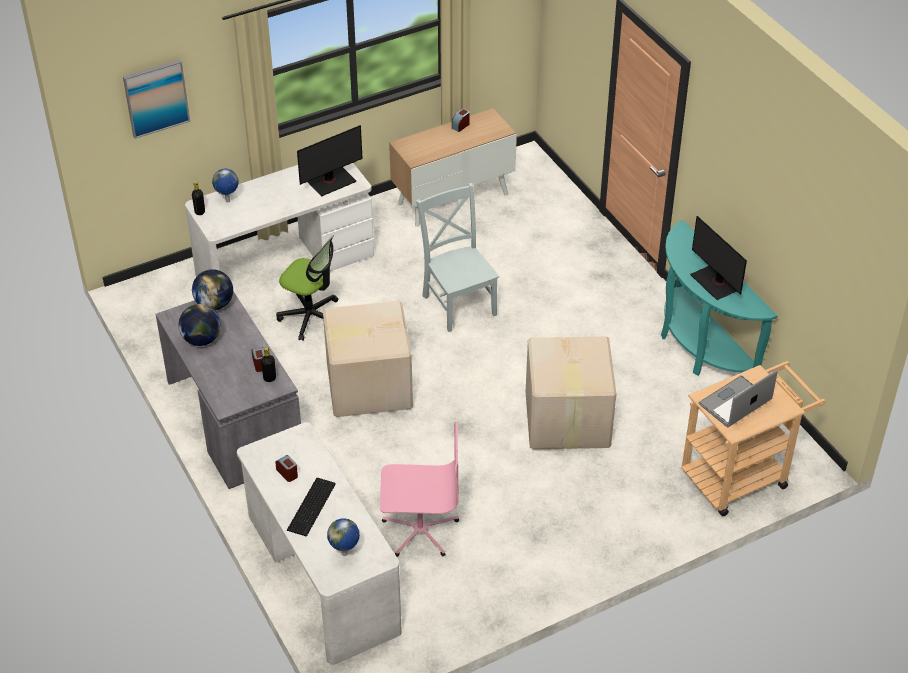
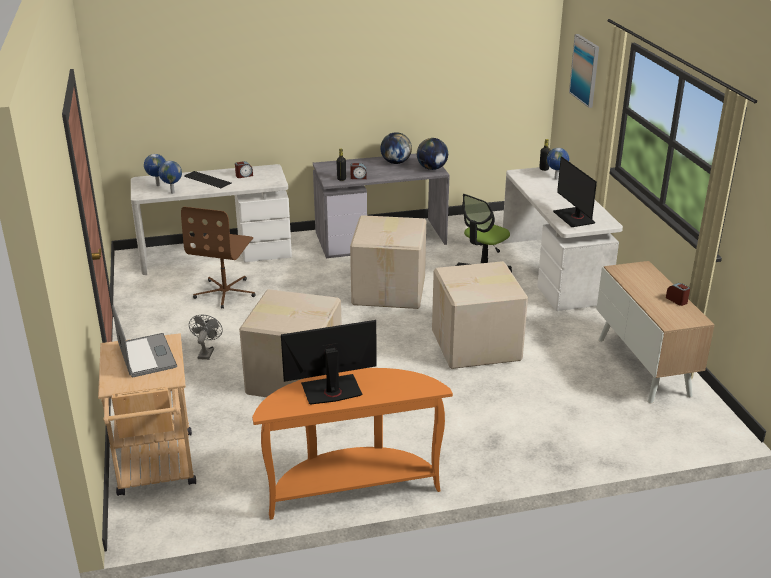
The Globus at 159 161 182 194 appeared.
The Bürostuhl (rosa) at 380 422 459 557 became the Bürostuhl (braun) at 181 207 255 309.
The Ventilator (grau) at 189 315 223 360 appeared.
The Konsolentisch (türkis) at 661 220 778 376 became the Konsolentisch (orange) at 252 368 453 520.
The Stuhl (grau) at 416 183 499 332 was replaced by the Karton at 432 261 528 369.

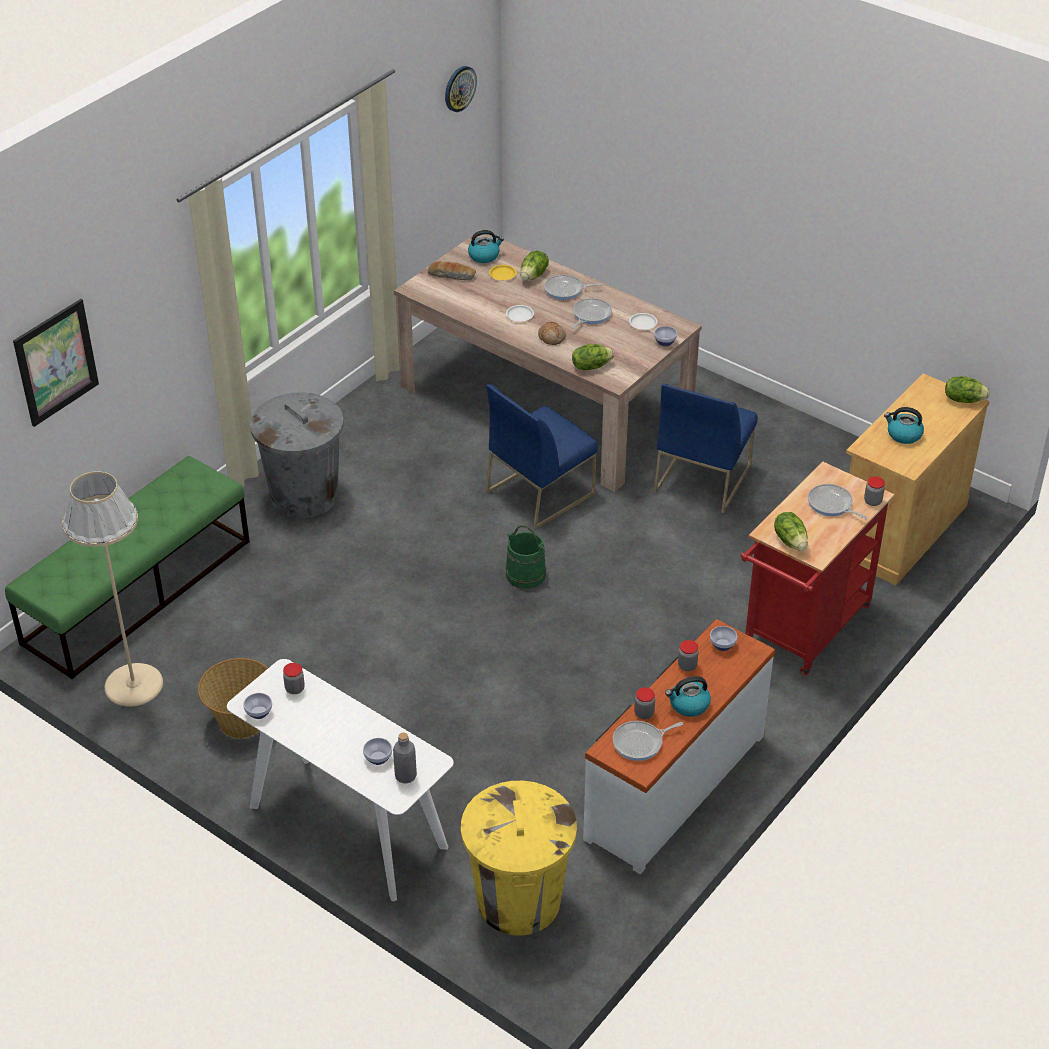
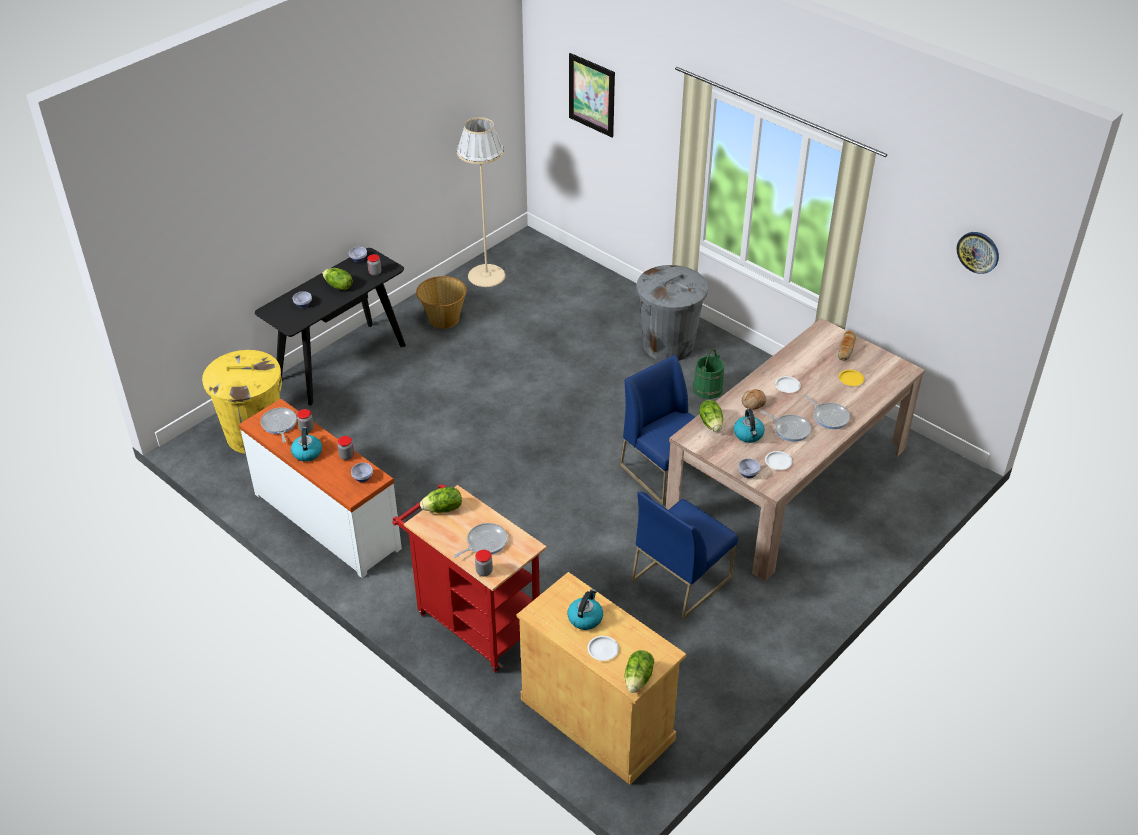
The Konsolentisch (weiß) at 227 659 454 901 became the Konsolentisch (schwarz) at 255 248 406 406.
The Salatkopf moved from 520 251 549 281 to 323 268 353 290.
The Teller (weiß) at 588 636 619 661 appeared.
The Stuhl (blau) at 654 384 758 514 turned 75 degrees counterclockwise.
The Eimer (grün) moved from 505 525 546 589 to 693 349 724 399.
The Wasserkessel moved from 468 230 504 263 to 734 409 765 443.
The Pfanne at 544 275 603 300 turned 135 degrees clockwise.
The Bank (grün) at 5 456 250 679 disappeared.
The Flasche (grau) at 393 732 417 784 disappeared.

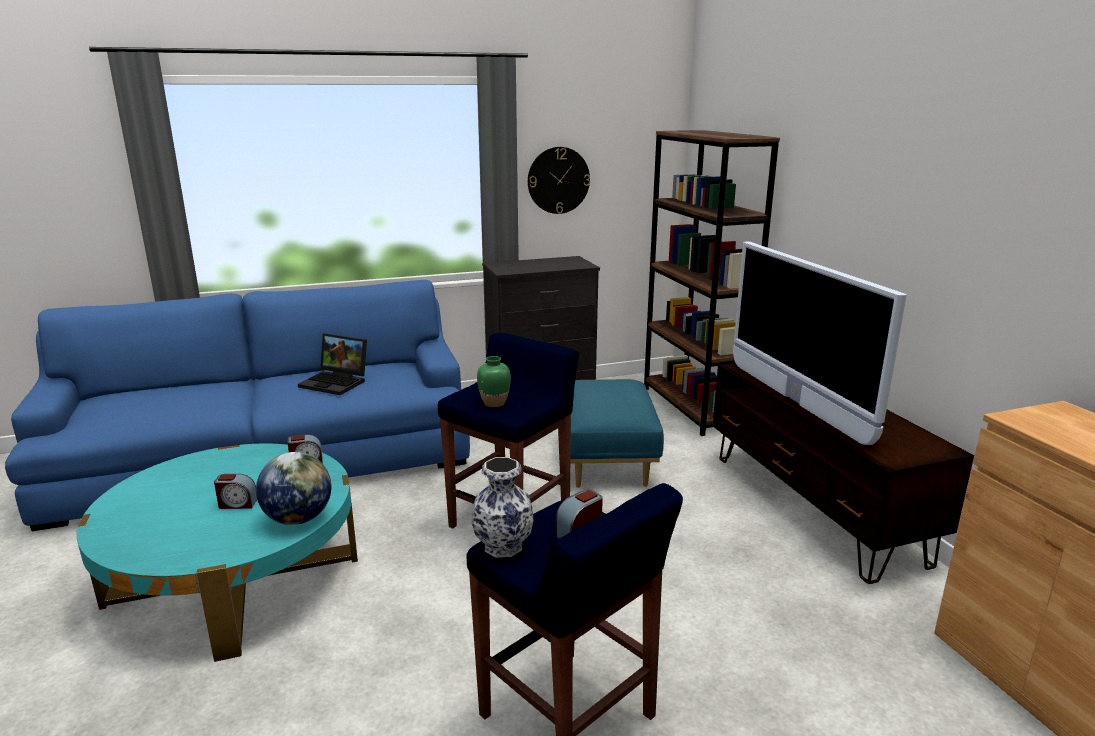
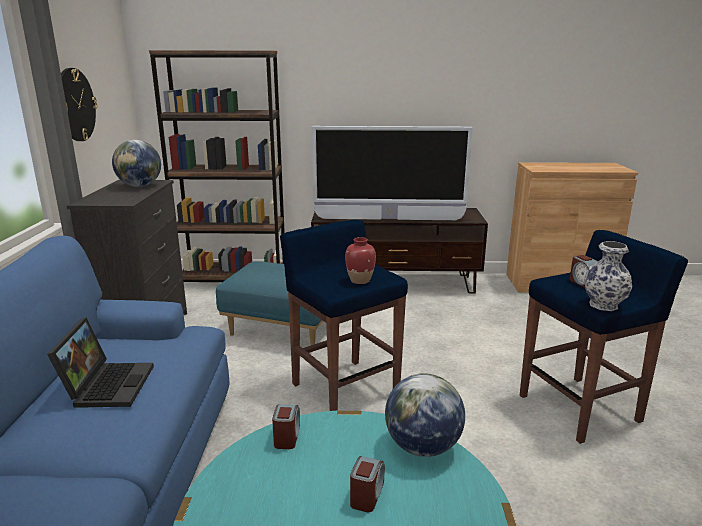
The Laptop at 298 333 367 395 turned 45 degrees counterclockwise.
The Globus at 112 140 161 187 appeared.
The Vase (grün) at 477 356 511 407 became the Vase (rot) at 345 237 376 284.

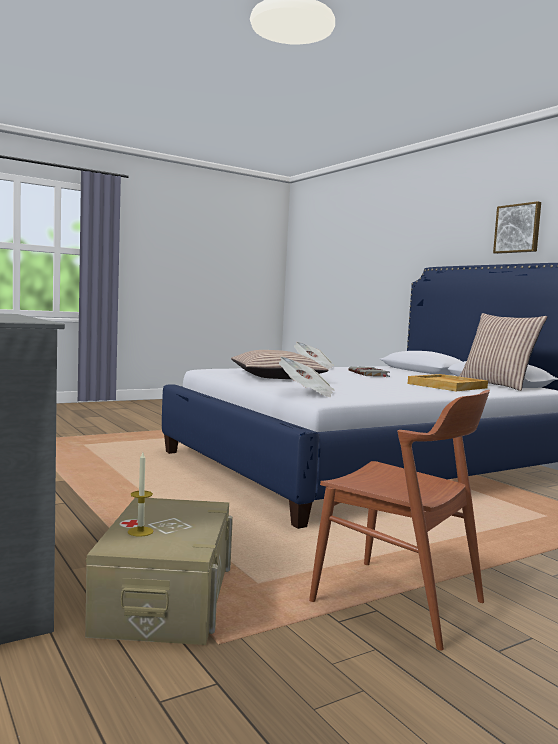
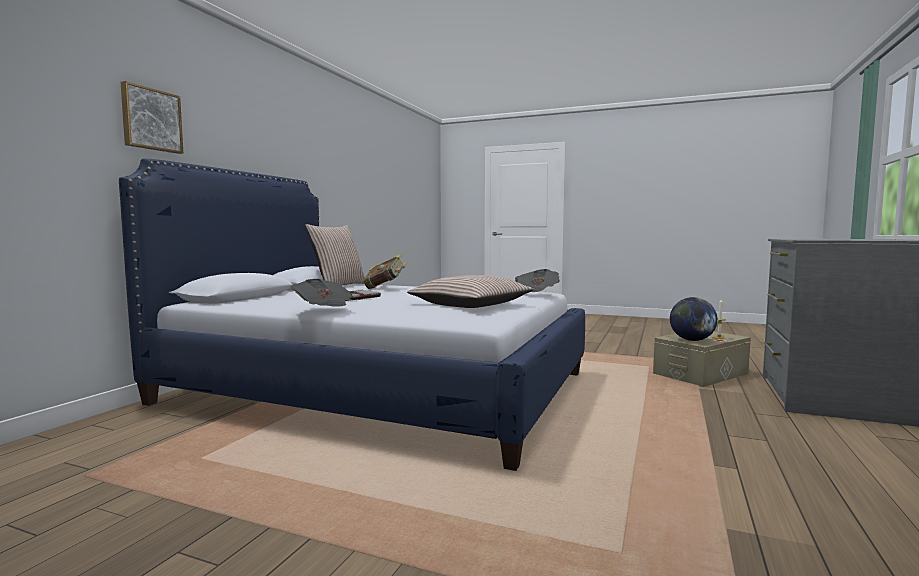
The Bild moved from 493 201 541 254 to 120 81 183 154.
The Tablett (beige) at 408 374 488 391 was replaced by the Buch at 363 254 407 289.
The Globus at 670 297 718 341 appeared.
The Stuhl (braun) at 309 390 490 650 disappeared.

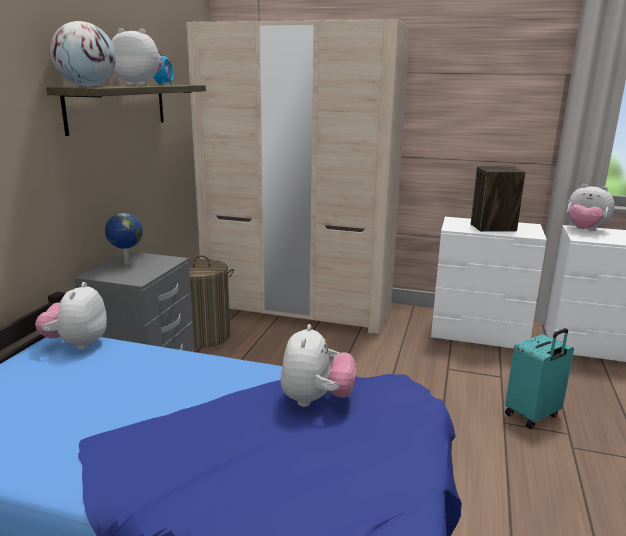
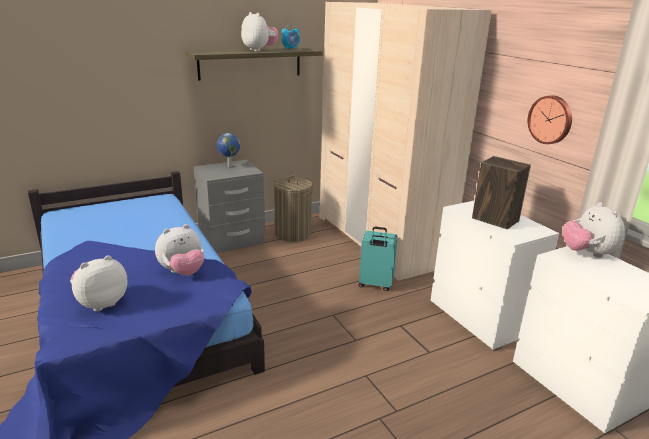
The Plüschtier moved from 35 282 107 350 to 70 255 128 311.
The Koffer (türkis) moved from 505 328 574 429 to 359 227 398 291.
The Wanduhr at 528 95 572 144 appeared.
The Globus at 50 21 116 87 disappeared.

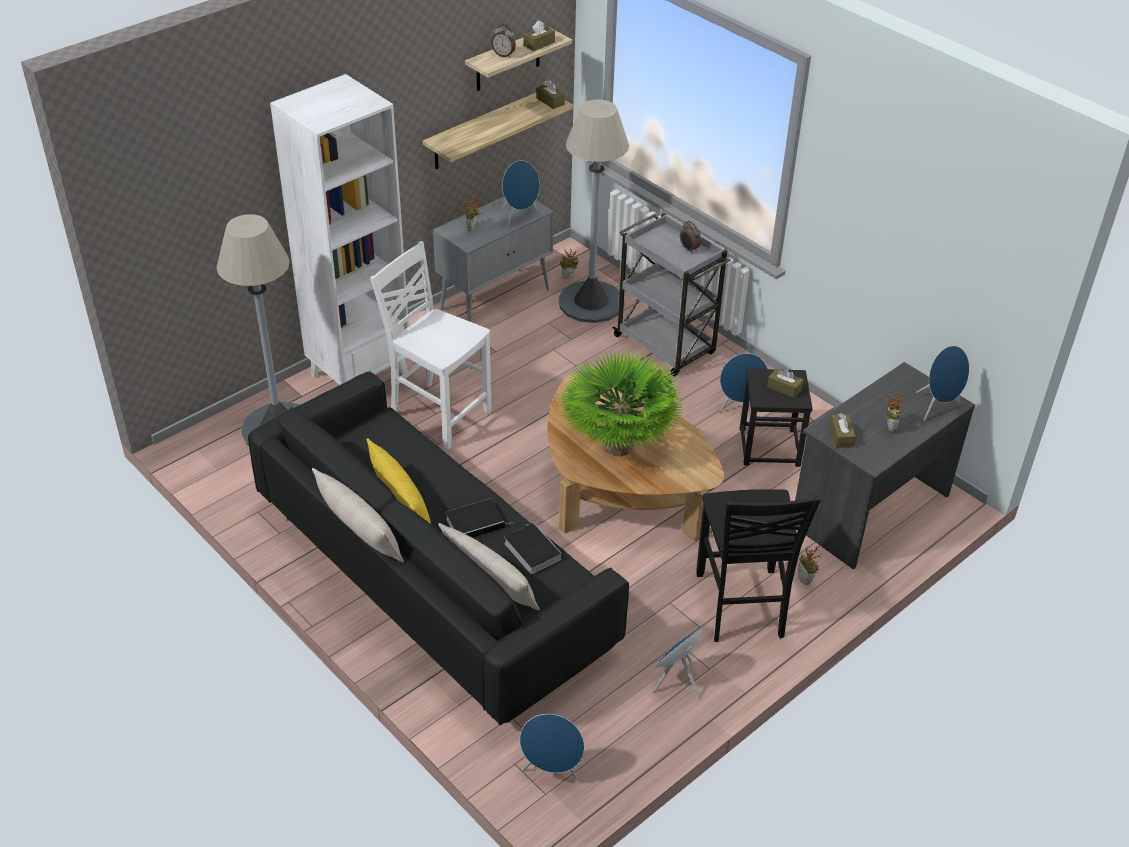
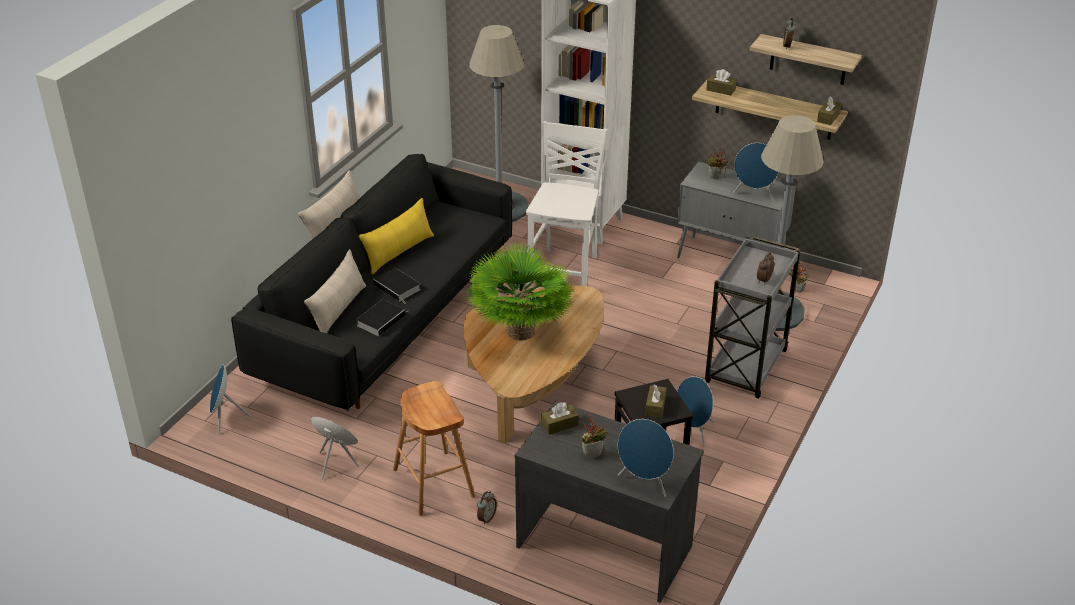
The Stuhl (schwarz) at 696 489 821 642 was replaced by the Hocker (braun) at 393 381 475 516.
The Topfpflanze at 798 546 823 585 was replaced by the Wecker at 477 491 497 524.
The Taschentuchbox (braun) moved from 523 20 555 51 to 706 69 737 95.

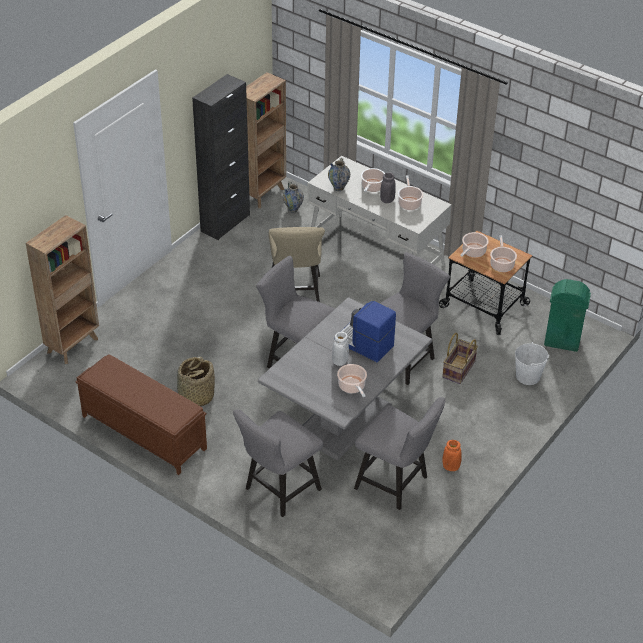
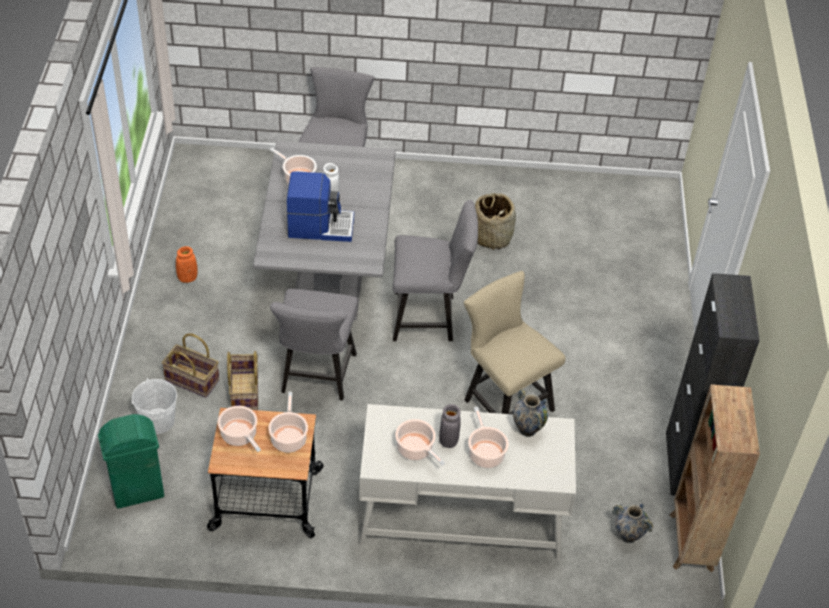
The Korb at 162 333 220 398 appeared.
The Bücherregal (braun) at 26 215 99 364 disappeared.
The Bank (braun) at 76 354 207 475 disappeared.
The Stuhl (grau) at 354 397 446 510 disappeared.

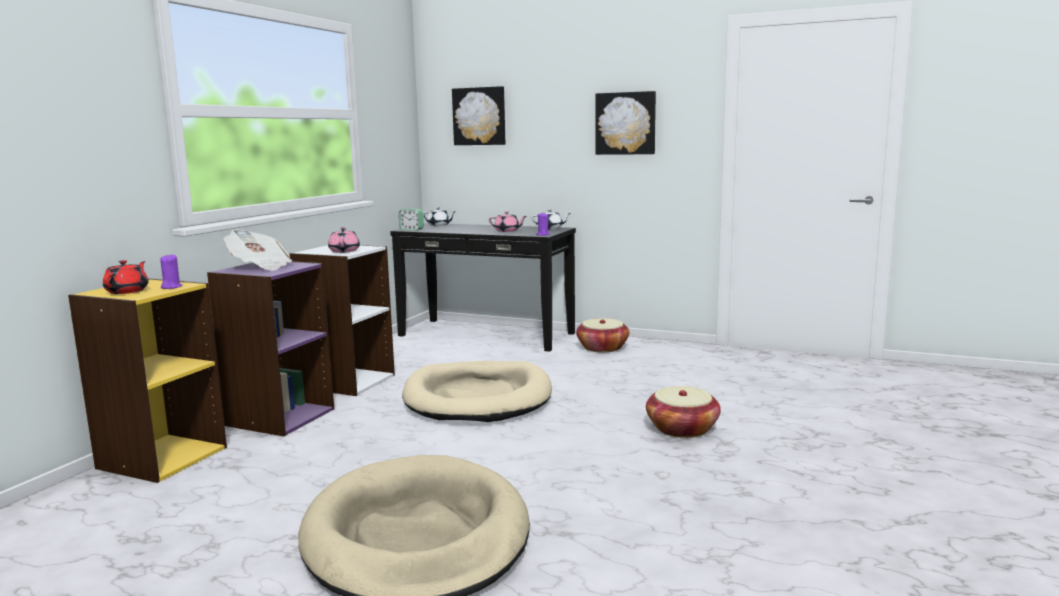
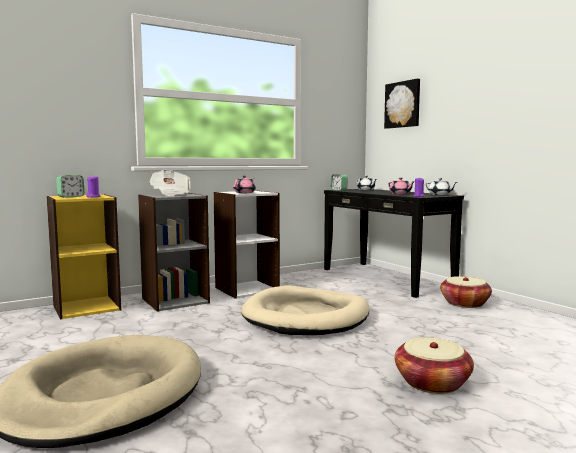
The Teekanne (rot) at 103 260 149 294 was replaced by the Wecker at 56 175 85 198.
The Bücherregal (lila) at 207 261 334 436 became the Bücherregal (grau) at 138 193 210 312.
The Bild at 595 91 656 155 disappeared.

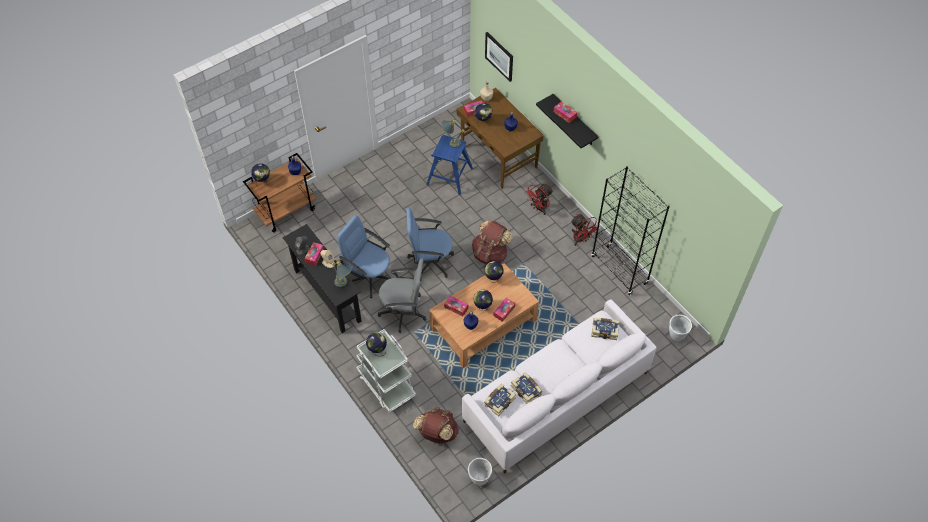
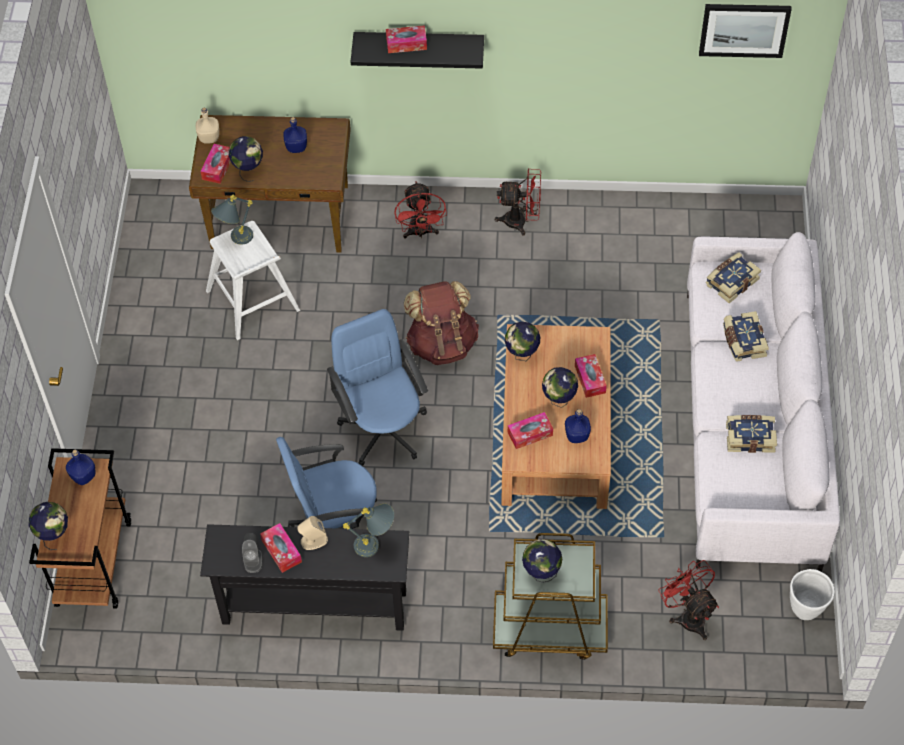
The Hocker (blau) at 427 135 473 195 became the Hocker (weiß) at 206 221 300 340.
The Bürostuhl (blau) at 406 208 454 278 turned 120 degrees clockwise.
The Rollwagen (weiß) at 356 329 416 412 became the Rollwagen (braun) at 493 533 608 660.
The Rucksack (braun) at 413 407 459 444 was replaced by the Ventilator (rot) at 658 560 719 640.
The Bild moved from 485 32 513 82 to 699 4 792 58.
The Buch moved from 484 384 516 417 to 723 311 769 362.
The Bürostuhl (grau) at 378 258 426 333 disappeared.
The Bücherregal (schwarz) at 591 166 670 295 disappeared.
The Pflanzkübel (weiß) at 669 315 692 341 disappeared.

